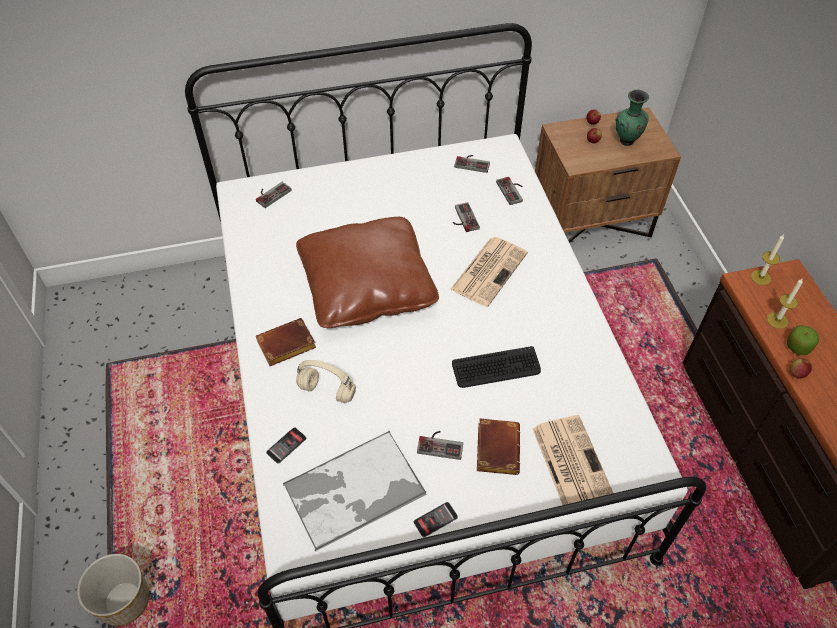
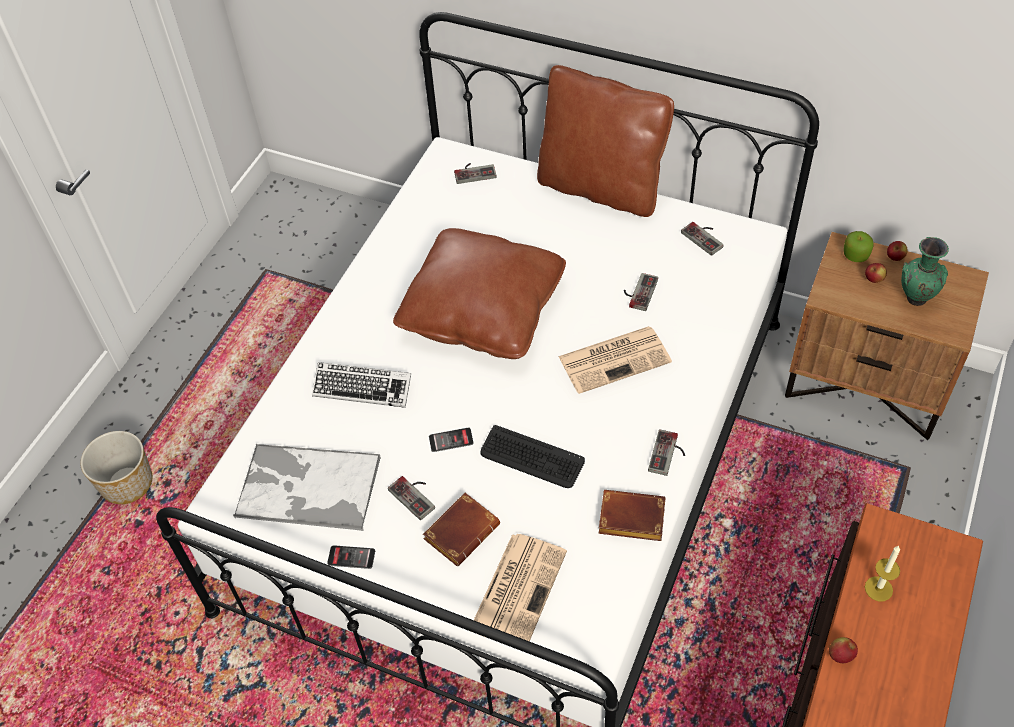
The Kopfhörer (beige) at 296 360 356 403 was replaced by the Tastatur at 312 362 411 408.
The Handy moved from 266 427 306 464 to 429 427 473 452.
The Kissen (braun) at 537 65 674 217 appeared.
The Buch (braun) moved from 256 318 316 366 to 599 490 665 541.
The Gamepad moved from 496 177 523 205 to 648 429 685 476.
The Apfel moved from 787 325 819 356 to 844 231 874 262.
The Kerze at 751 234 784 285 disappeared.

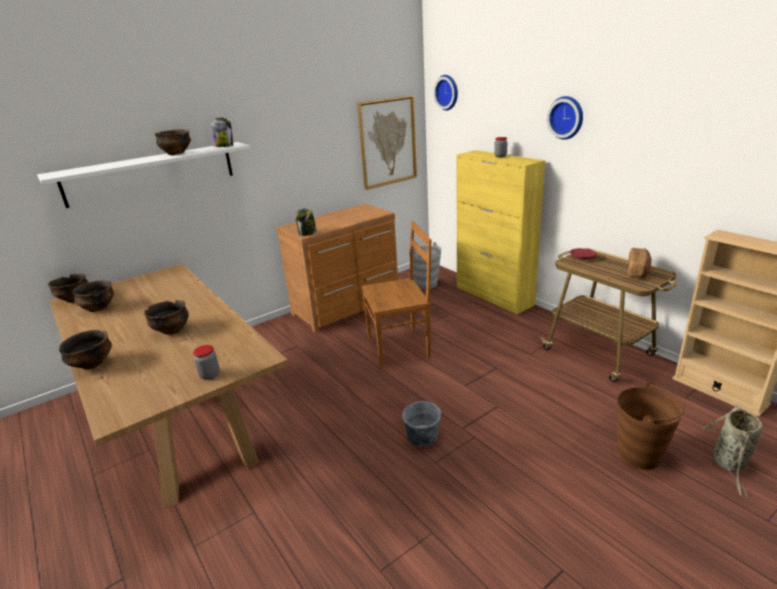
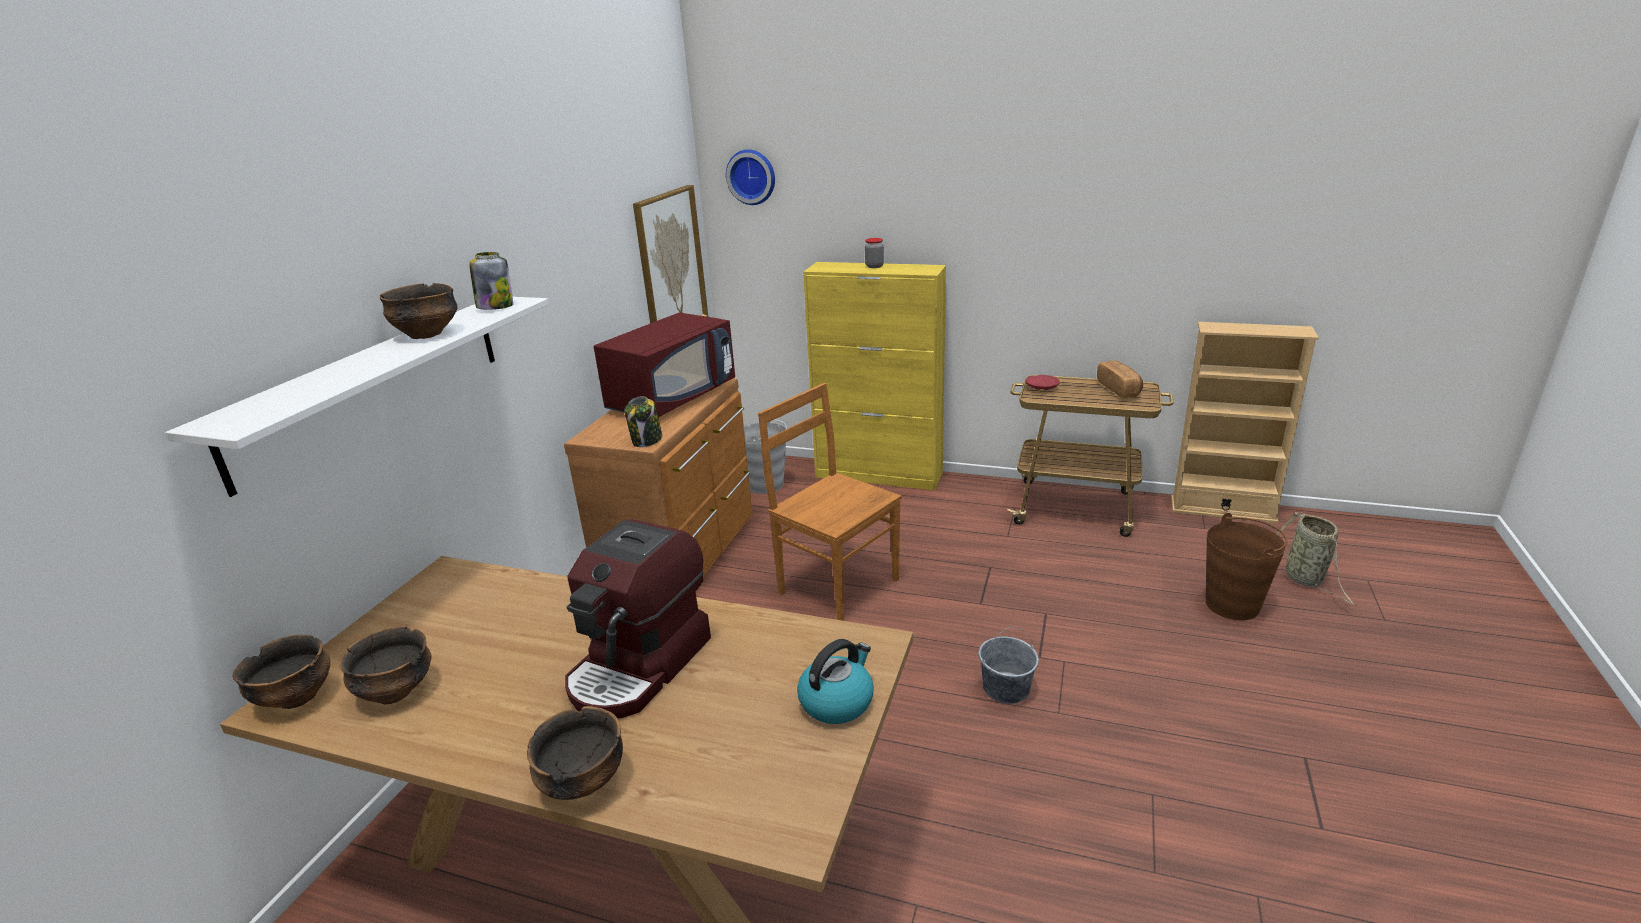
The Schüssel at 144 300 189 335 was replaced by the Kaffeemaschine at 565 519 711 718.
The Mikrowelle (rot) at 594 312 735 417 appeared.
The Stuhl (braun) at 362 221 431 367 turned 90 degrees counterclockwise.
The Vorratsglas at 193 345 220 380 was replaced by the Wasserkessel at 797 639 874 724.
The Wanduhr at 547 96 583 139 disappeared.

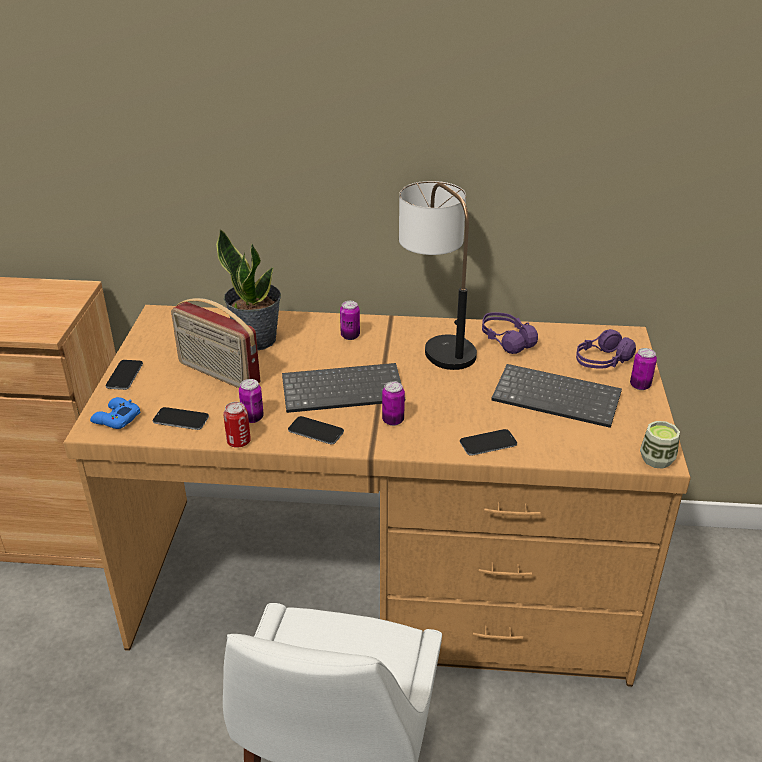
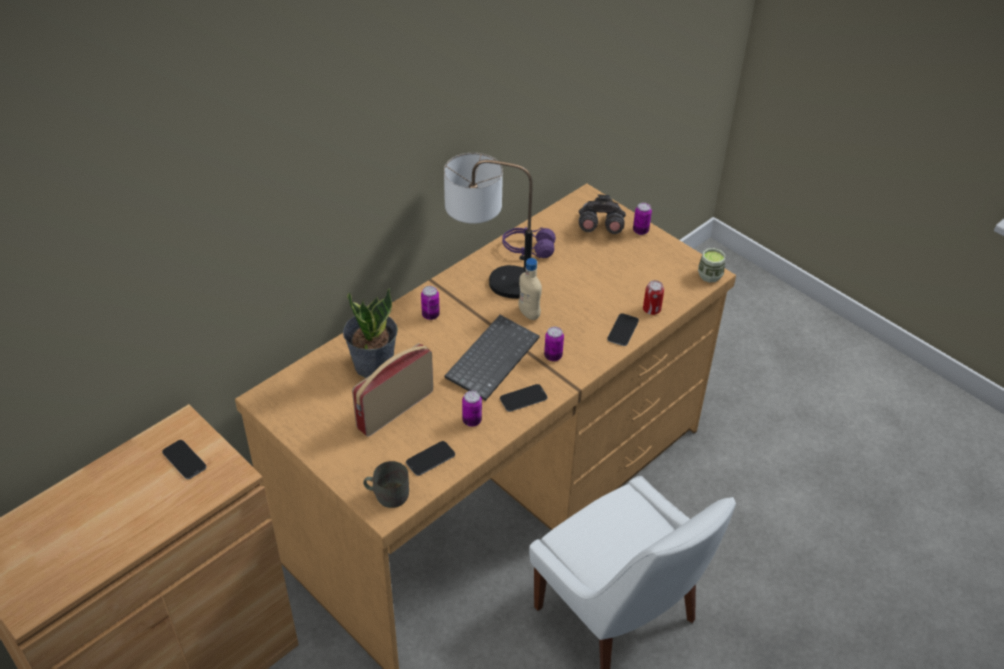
The Handy moved from 106 360 143 390 to 162 440 207 479.
The Radio at 171 298 260 388 turned 150 degrees clockwise.
The Gamepad (blau) at 90 397 141 429 was replaced by the Henkelbecher (grau) at 363 461 409 508.
The Flasche (beige) at 518 258 542 320 appeared.
The Kopfhörer (lila) at 576 329 636 369 was replaced by the Fernglas (grau) at 579 194 626 234.
The Dose moved from 223 402 251 448 to 643 280 664 315.
The Tastatur at 491 364 622 428 disappeared.

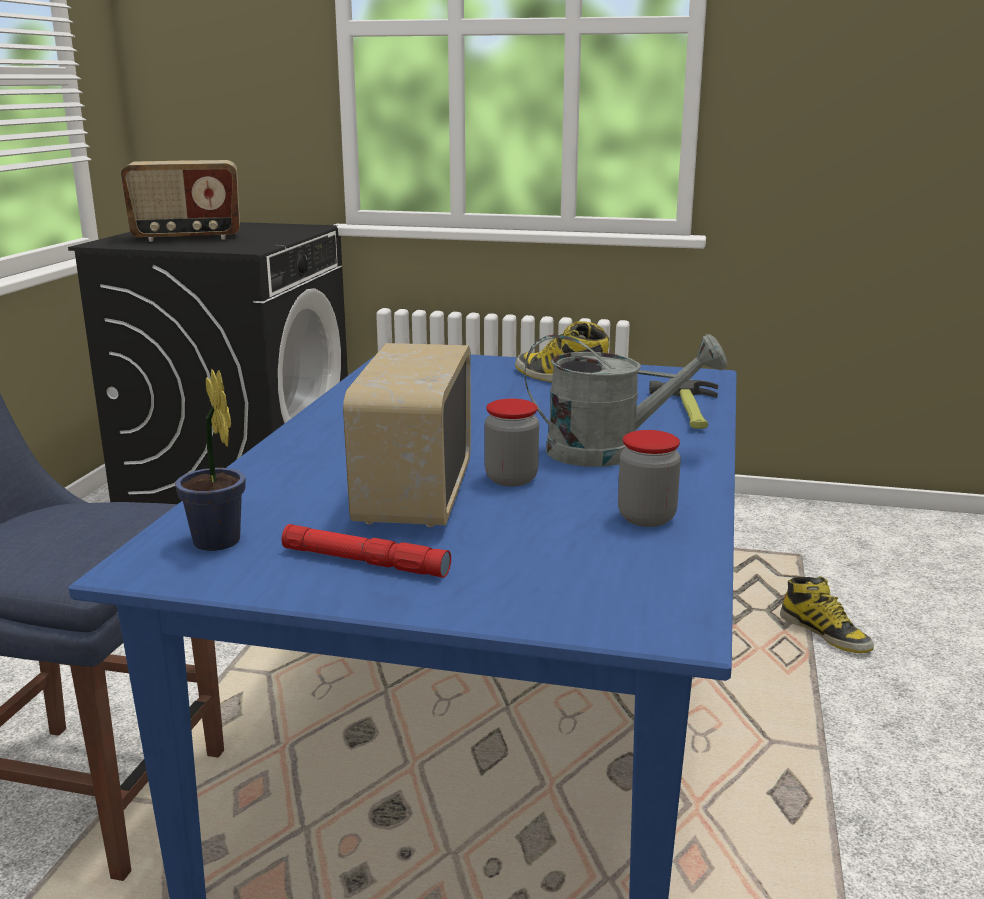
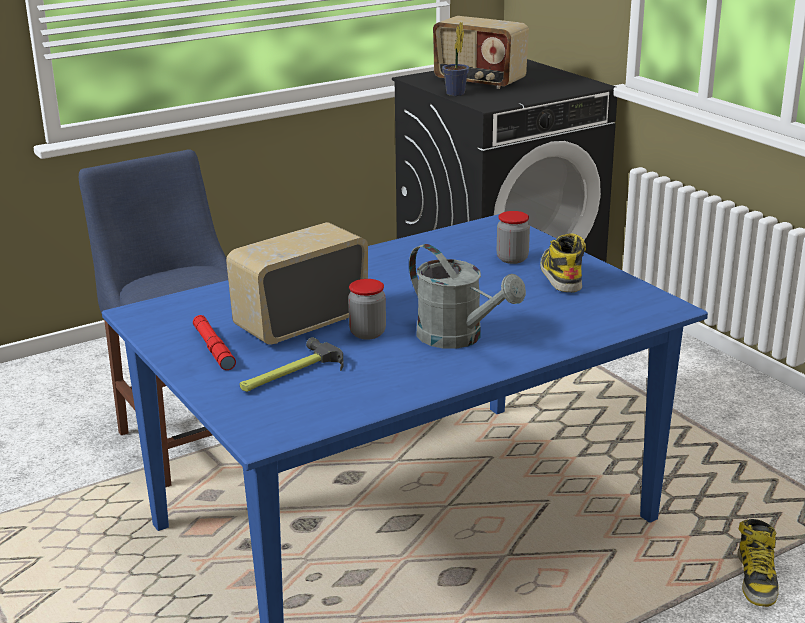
The Hammer moved from 649 380 718 429 to 239 337 344 392.
The Topfpflanze moved from 175 368 246 551 to 442 22 469 96.
The Vorratsglas moved from 618 430 681 527 to 497 211 530 264.

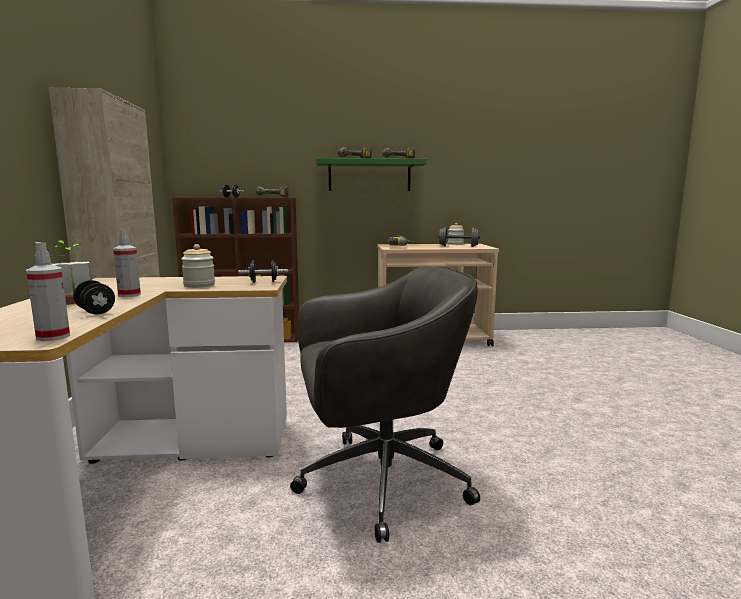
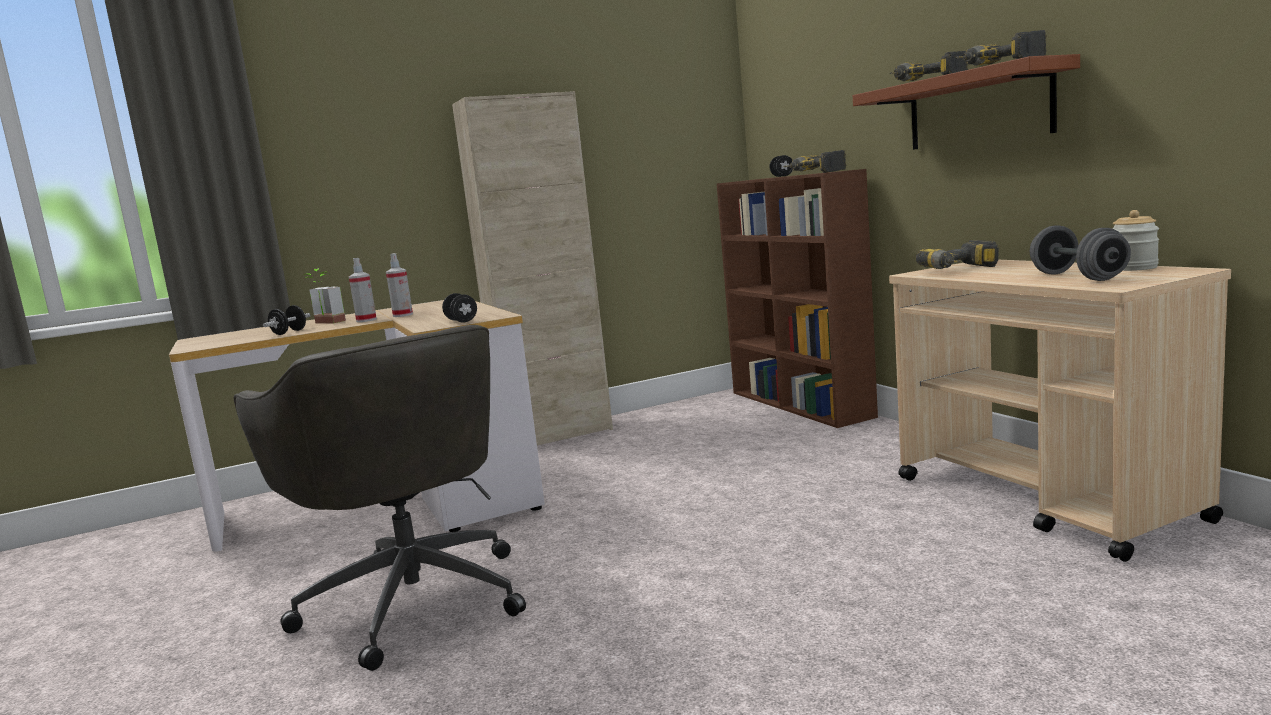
The Sprühflasche moved from 26 242 70 341 to 386 253 413 317.
The Wandregal (grün) at 316 158 427 191 became the Wandregal (braun) at 853 54 1080 150.
The Vorratsglas at 181 244 215 288 disappeared.

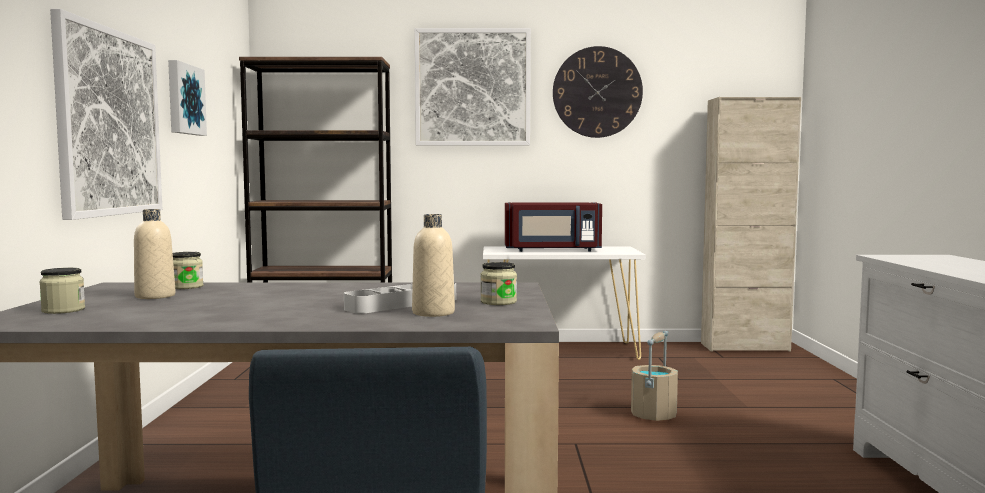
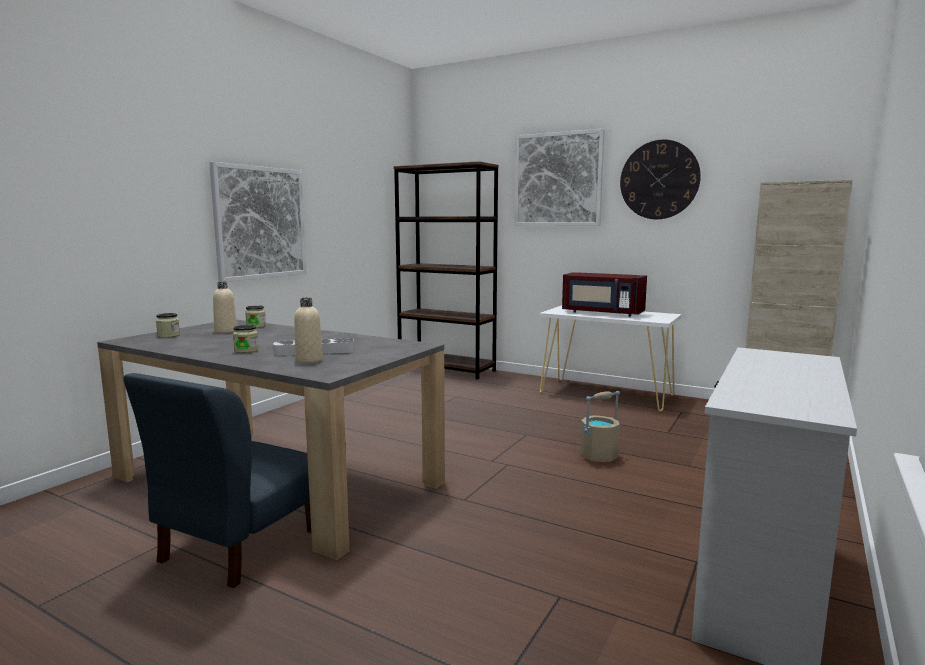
The Vorratsglas moved from 481 262 517 305 to 233 325 259 353.
The Bild at 168 60 207 136 disappeared.

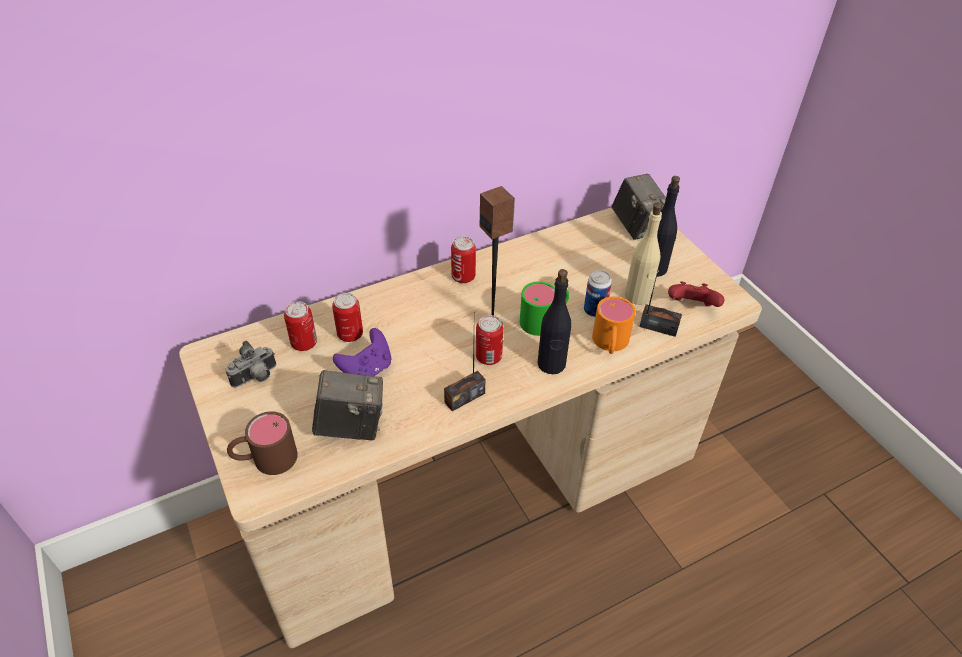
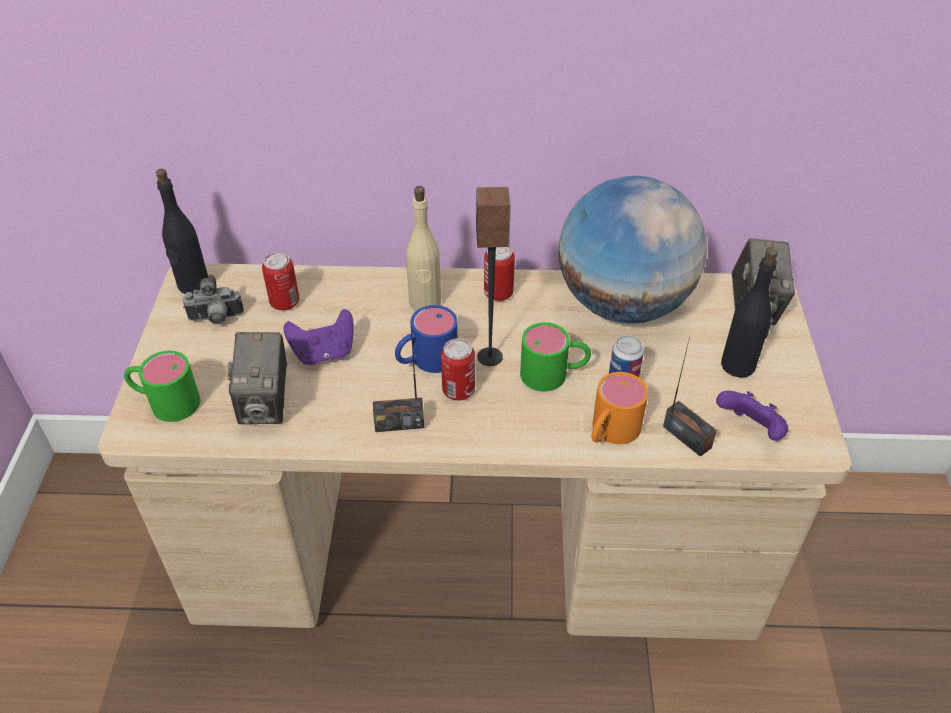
The Henkelbecher (braun) at 227 411 298 475 became the Henkelbecher (grün) at 124 351 200 422.
The Flasche (schwarz) moved from 538 269 572 374 to 156 169 208 294.
The Kamera at 312 370 383 441 turned 60 degrees clockwise.
The Henkelbecher (blau) at 395 305 458 373 appeared.
The Flasche (beige) moved from 625 202 662 305 to 406 186 441 311.
The Globus at 558 176 707 324 appeared.
The Gamepad (rot) at 668 281 724 307 became the Gamepad (lila) at 716 391 788 441.
The Dose at 332 293 363 342 disappeared.

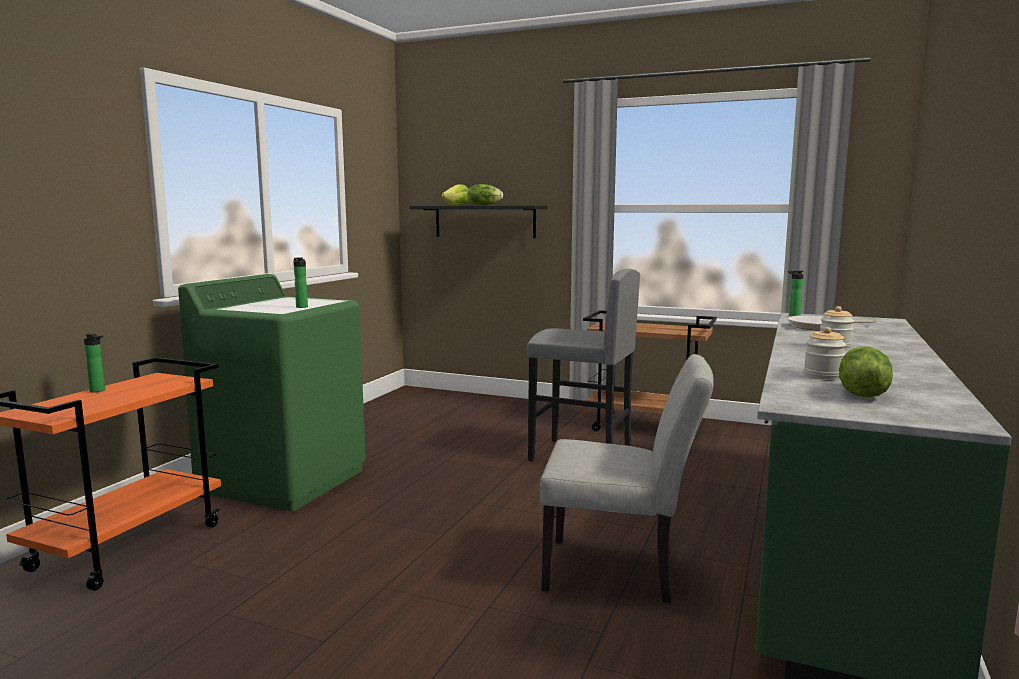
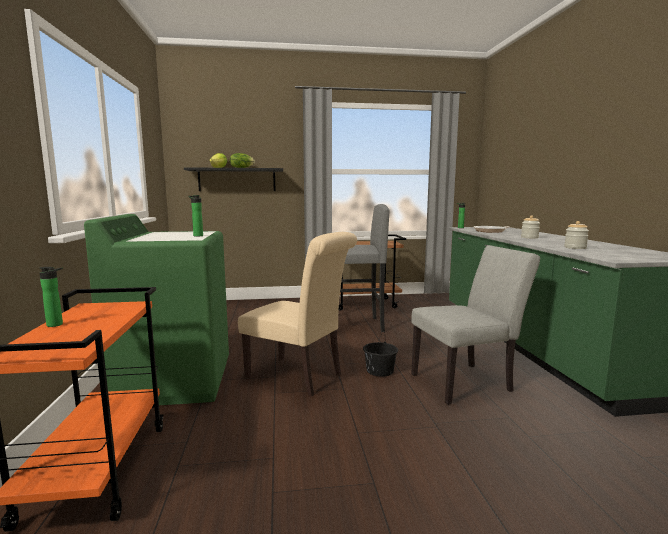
The Stuhl (beige) at 238 232 357 396 appeared.
The Eimer (schwarz) at 363 331 398 377 appeared.
The Salatkopf at 839 347 893 397 disappeared.

